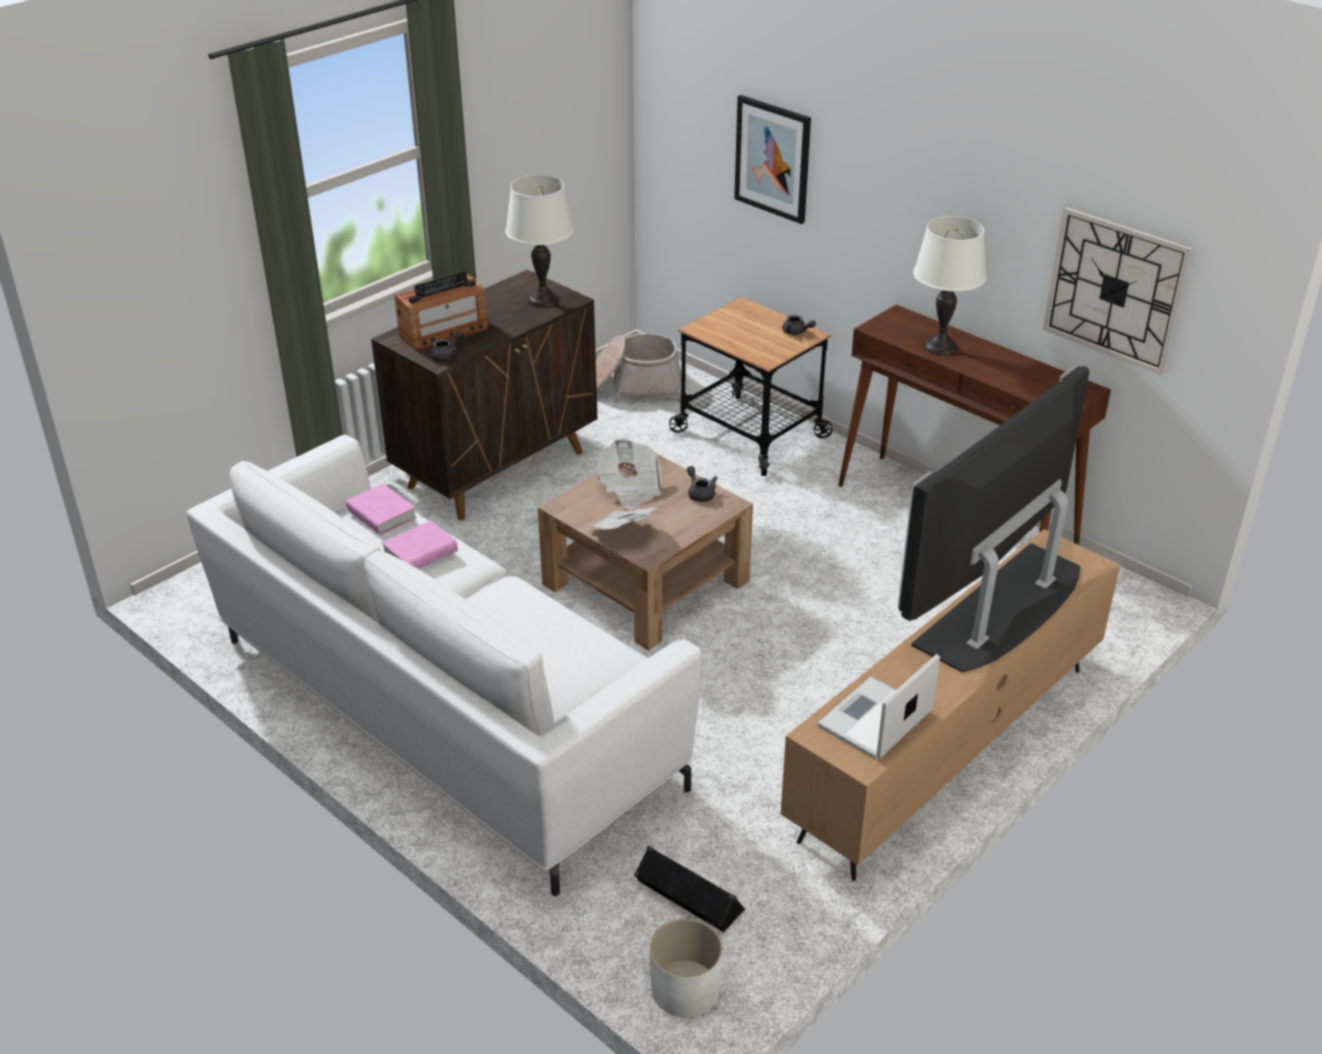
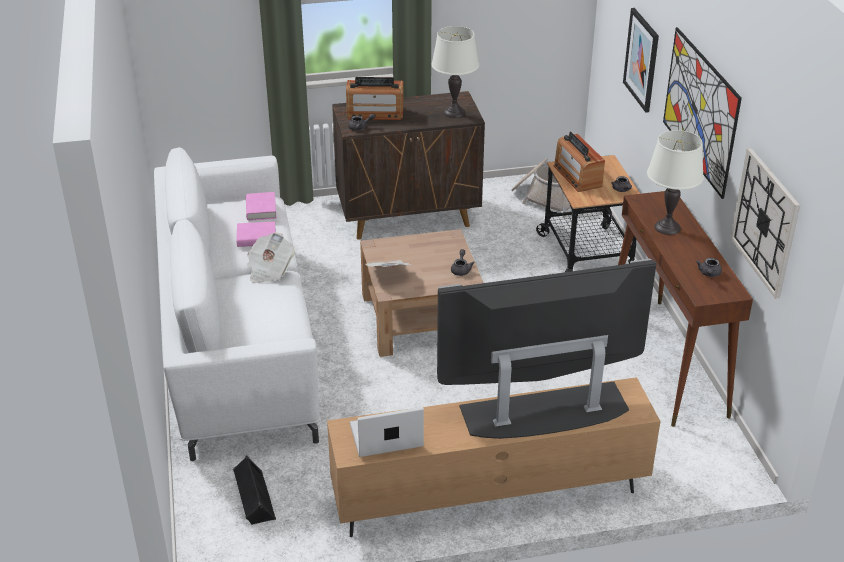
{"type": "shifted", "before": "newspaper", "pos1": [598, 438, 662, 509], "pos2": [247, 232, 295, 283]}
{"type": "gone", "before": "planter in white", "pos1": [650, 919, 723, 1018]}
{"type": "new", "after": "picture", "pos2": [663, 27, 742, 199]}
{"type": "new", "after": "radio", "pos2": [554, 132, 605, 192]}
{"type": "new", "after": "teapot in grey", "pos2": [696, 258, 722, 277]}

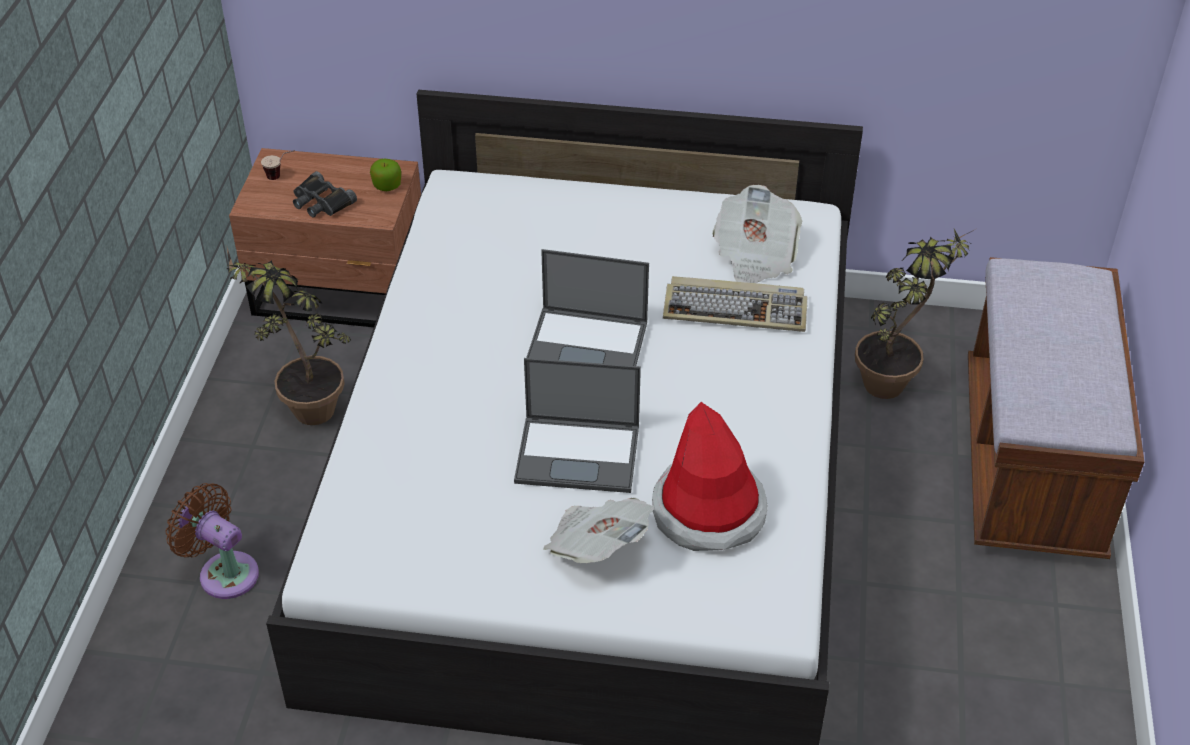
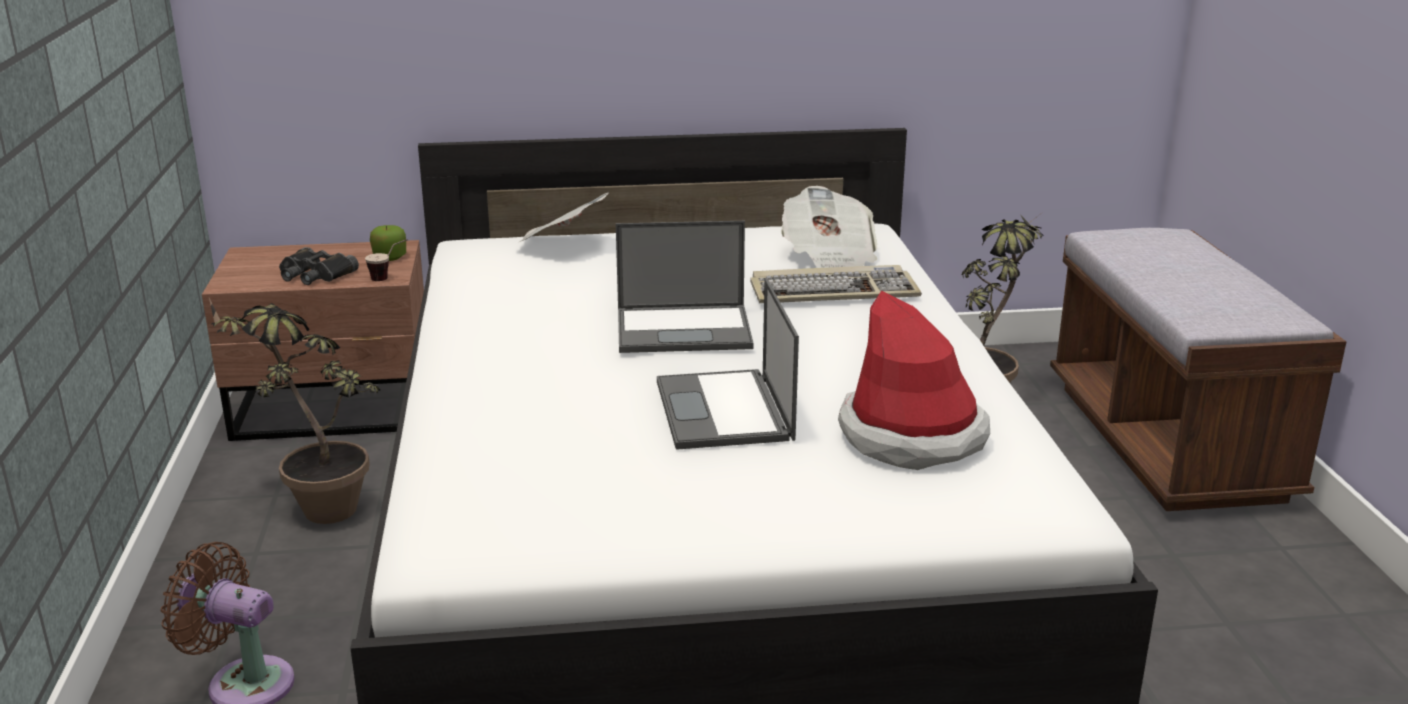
{"type": "shifted", "before": "cup", "pos1": [261, 150, 295, 180], "pos2": [365, 239, 408, 281]}
{"type": "rotated", "before": "laptop", "pos1": [514, 358, 641, 493], "pos2": [657, 278, 799, 450], "turn": 90}
{"type": "shifted", "before": "newspaper", "pos1": [543, 498, 654, 563], "pos2": [518, 192, 609, 243]}

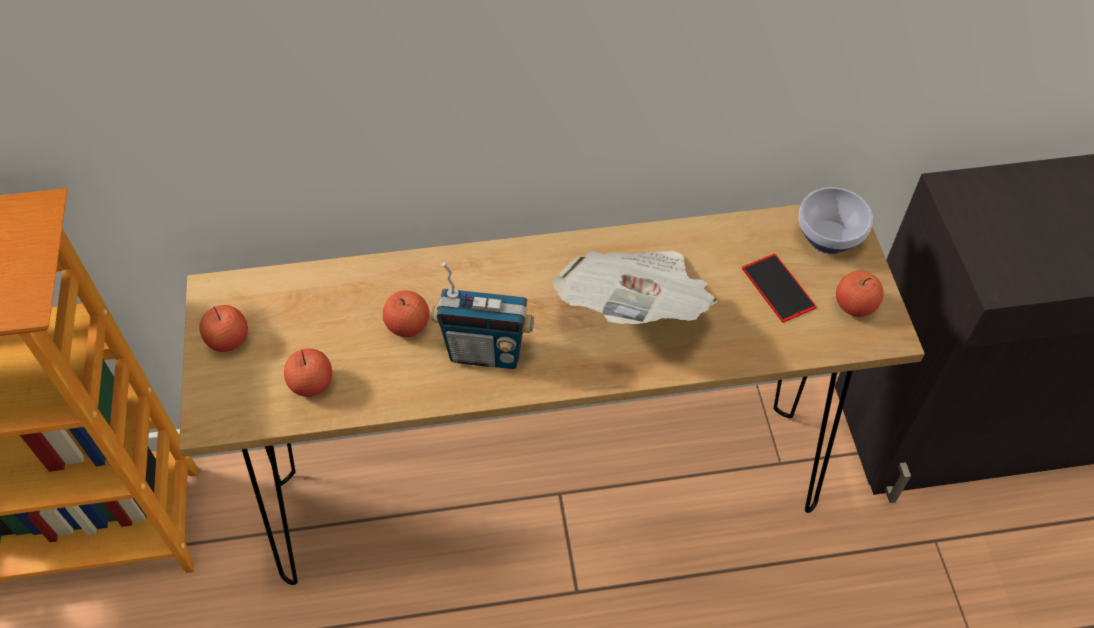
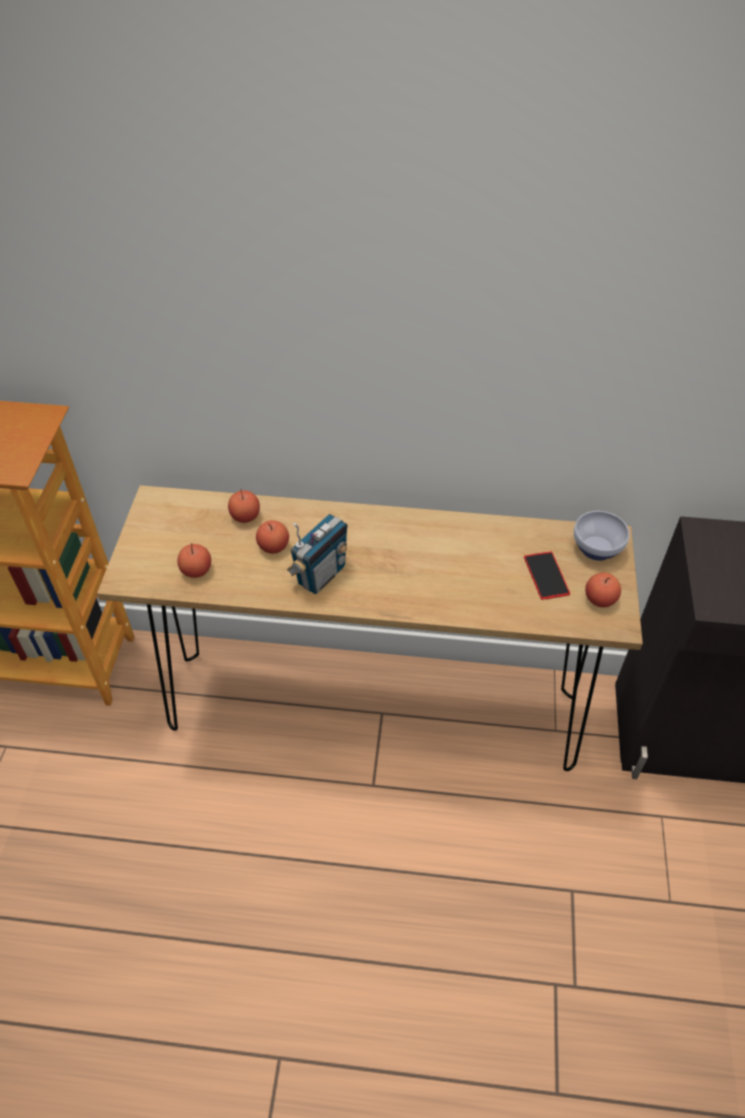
{"type": "gone", "before": "newspaper", "pos1": [553, 250, 717, 324]}
{"type": "rotated", "before": "radio", "pos1": [432, 262, 534, 369], "pos2": [286, 514, 347, 594], "turn": -75}
{"type": "shifted", "before": "apple", "pos1": [199, 305, 248, 352], "pos2": [228, 489, 260, 523]}

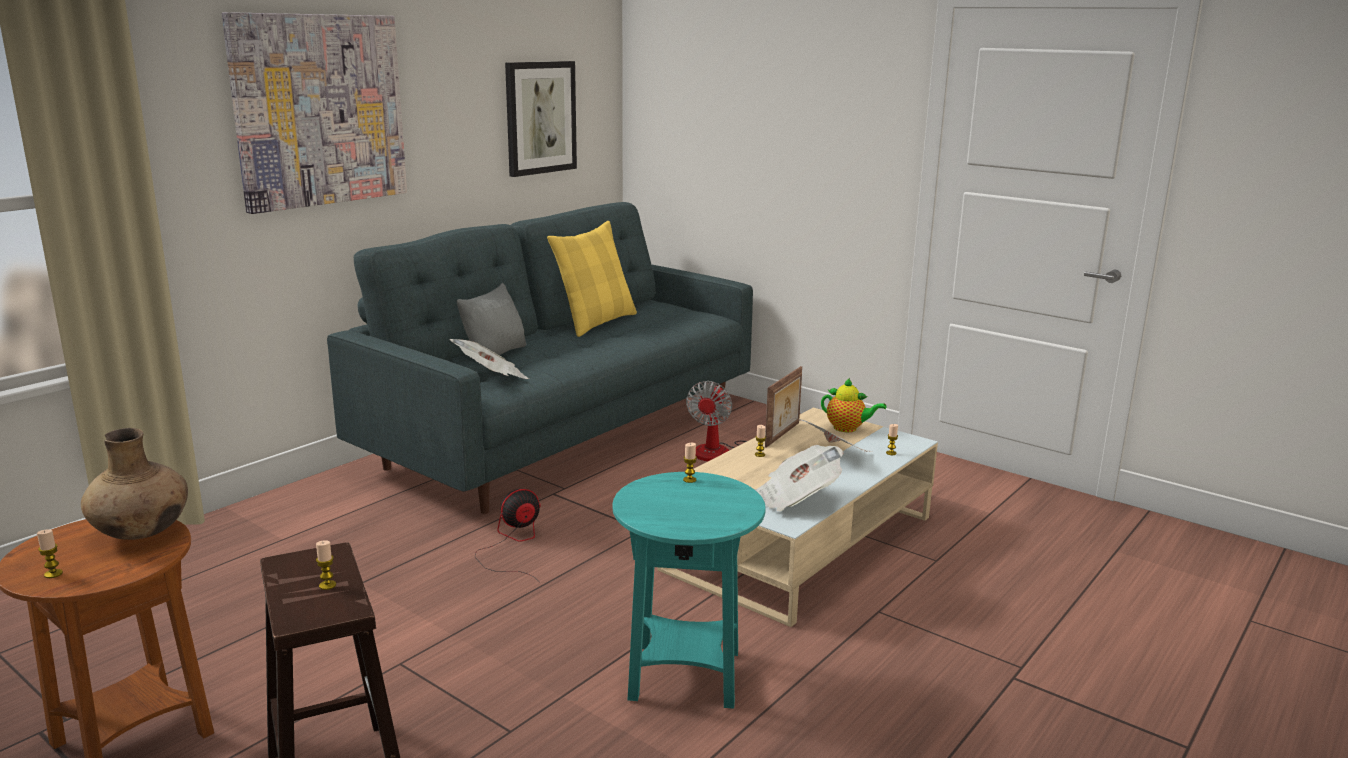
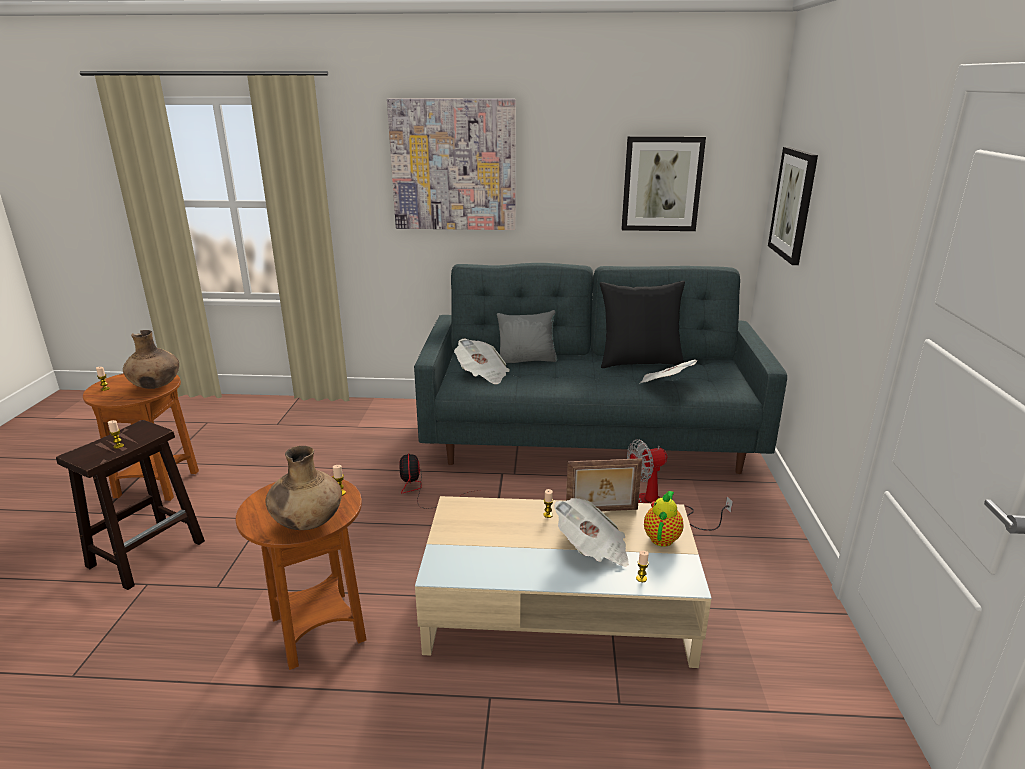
{"type": "repainted", "before": "pillow in yellow", "after": "pillow in black", "pos1": [547, 221, 637, 337], "pos2": [600, 281, 685, 368]}
{"type": "rotated", "before": "teapot", "pos1": [821, 378, 886, 432], "pos2": [644, 491, 683, 547], "turn": -150}
{"type": "shifted", "before": "newspaper", "pos1": [755, 445, 844, 512], "pos2": [639, 359, 697, 384]}
{"type": "repainted", "before": "side table in turquoise", "after": "side table in brown", "pos1": [612, 472, 766, 709], "pos2": [236, 476, 366, 670]}
{"type": "rotated", "before": "fan", "pos1": [475, 489, 541, 583], "pos2": [399, 453, 480, 509], "turn": -120}
{"type": "new", "after": "picture", "pos2": [768, 147, 818, 265]}
{"type": "new", "after": "vase in brown", "pos2": [265, 446, 342, 530]}

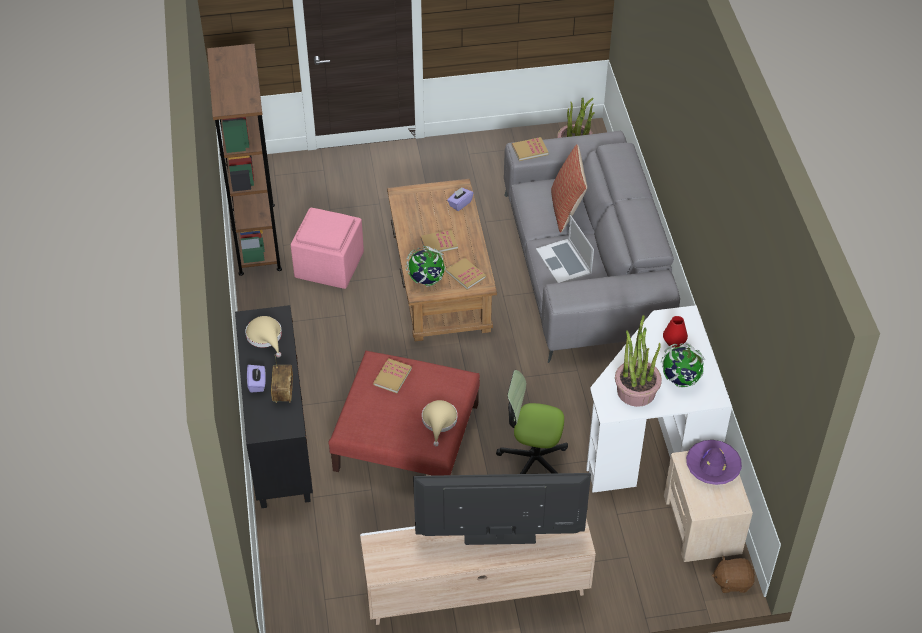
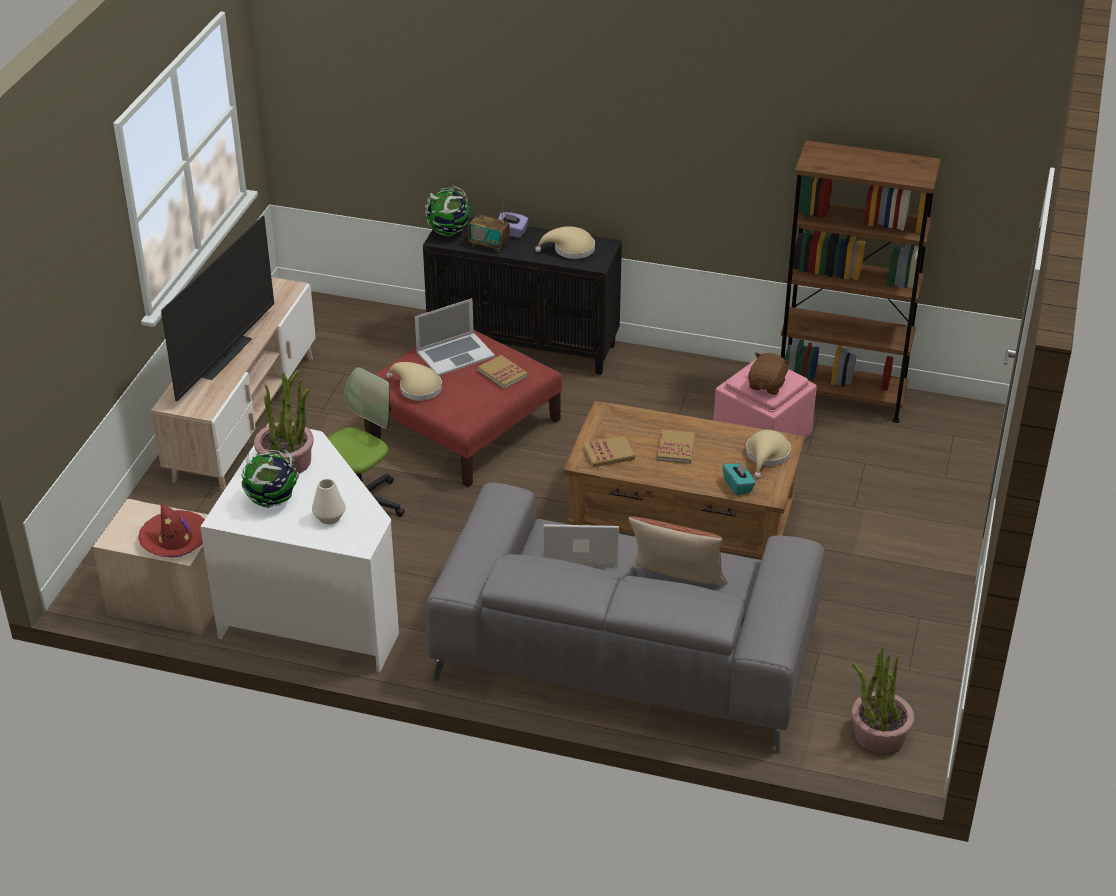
{"type": "gone", "before": "book", "pos1": [512, 137, 549, 161]}
{"type": "repainted", "before": "tissue box in purple", "after": "tissue box in turquoise", "pos1": [447, 187, 473, 211], "pos2": [723, 460, 756, 495]}
{"type": "shifted", "before": "globe", "pos1": [405, 246, 446, 287], "pos2": [425, 186, 470, 236]}
{"type": "repainted", "before": "vase in red", "after": "vase in white", "pos1": [663, 316, 688, 348], "pos2": [312, 479, 346, 524]}
{"type": "repainted", "before": "hat in purple", "after": "hat in red", "pos1": [686, 440, 742, 485], "pos2": [138, 503, 205, 558]}
{"type": "shifted", "before": "plush toy in brown", "pos1": [712, 556, 755, 593], "pos2": [748, 352, 791, 395]}
{"type": "new", "after": "laptop", "pos2": [415, 298, 495, 376]}
{"type": "new", "after": "hat in beige", "pos2": [746, 430, 791, 479]}

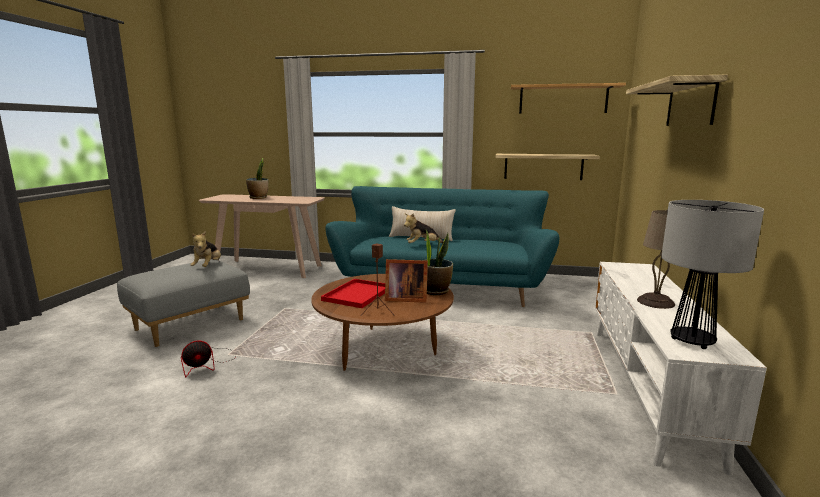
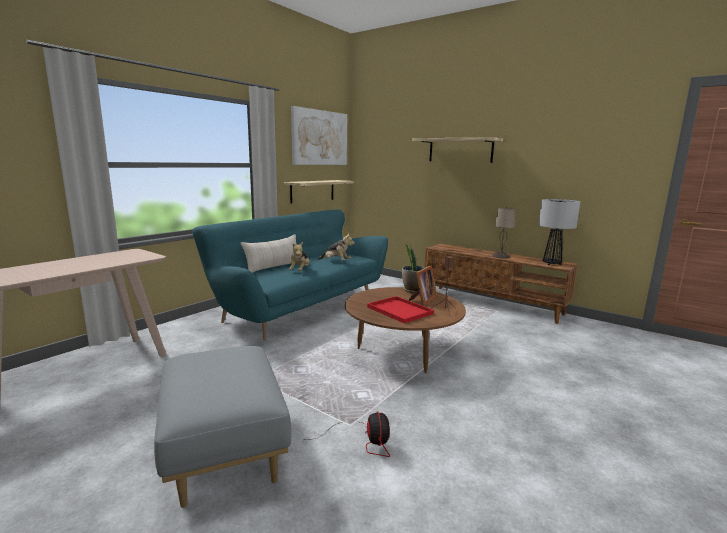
{"type": "swapped", "before": "shelf", "after": "picture", "pos1": [511, 83, 626, 114], "pos2": [291, 106, 347, 165]}
{"type": "gone", "before": "potted plant", "pos1": [246, 158, 269, 199]}
{"type": "shifted", "before": "plush toy", "pos1": [190, 231, 221, 267], "pos2": [318, 233, 355, 260]}
{"type": "repainted", "before": "tv stand in white", "after": "tv stand in brown", "pos1": [595, 262, 767, 476], "pos2": [425, 244, 578, 324]}

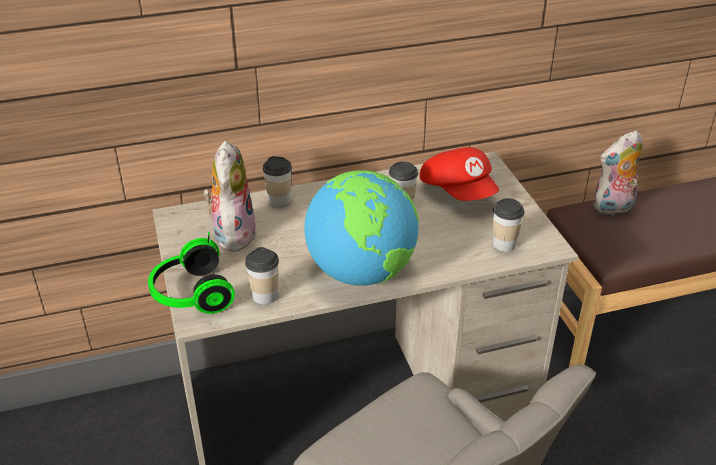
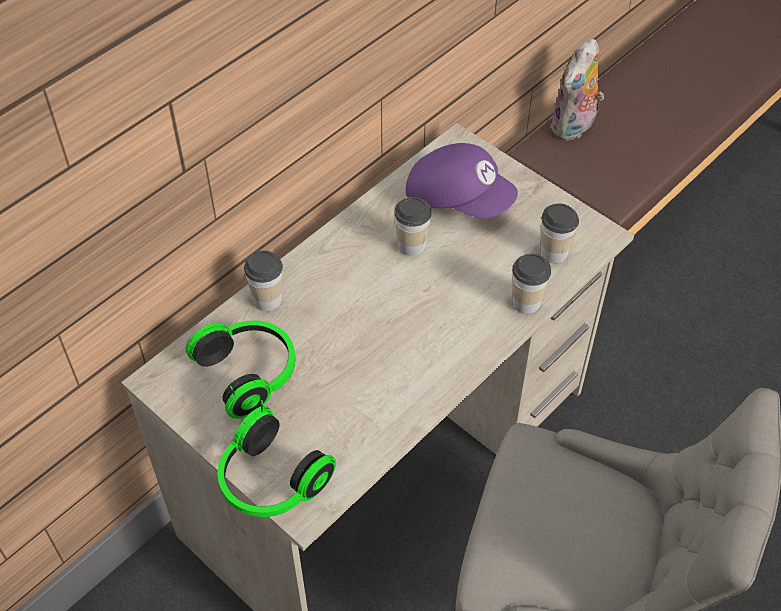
{"type": "swapped", "before": "plush toy", "after": "headphones", "pos1": [203, 141, 256, 252], "pos2": [186, 321, 295, 419]}
{"type": "repainted", "before": "cap in red", "after": "cap in purple", "pos1": [419, 147, 499, 201], "pos2": [406, 143, 518, 219]}
{"type": "gone", "before": "globe", "pos1": [304, 170, 419, 286]}
{"type": "shifted", "before": "cup", "pos1": [245, 247, 279, 305], "pos2": [512, 254, 551, 314]}

